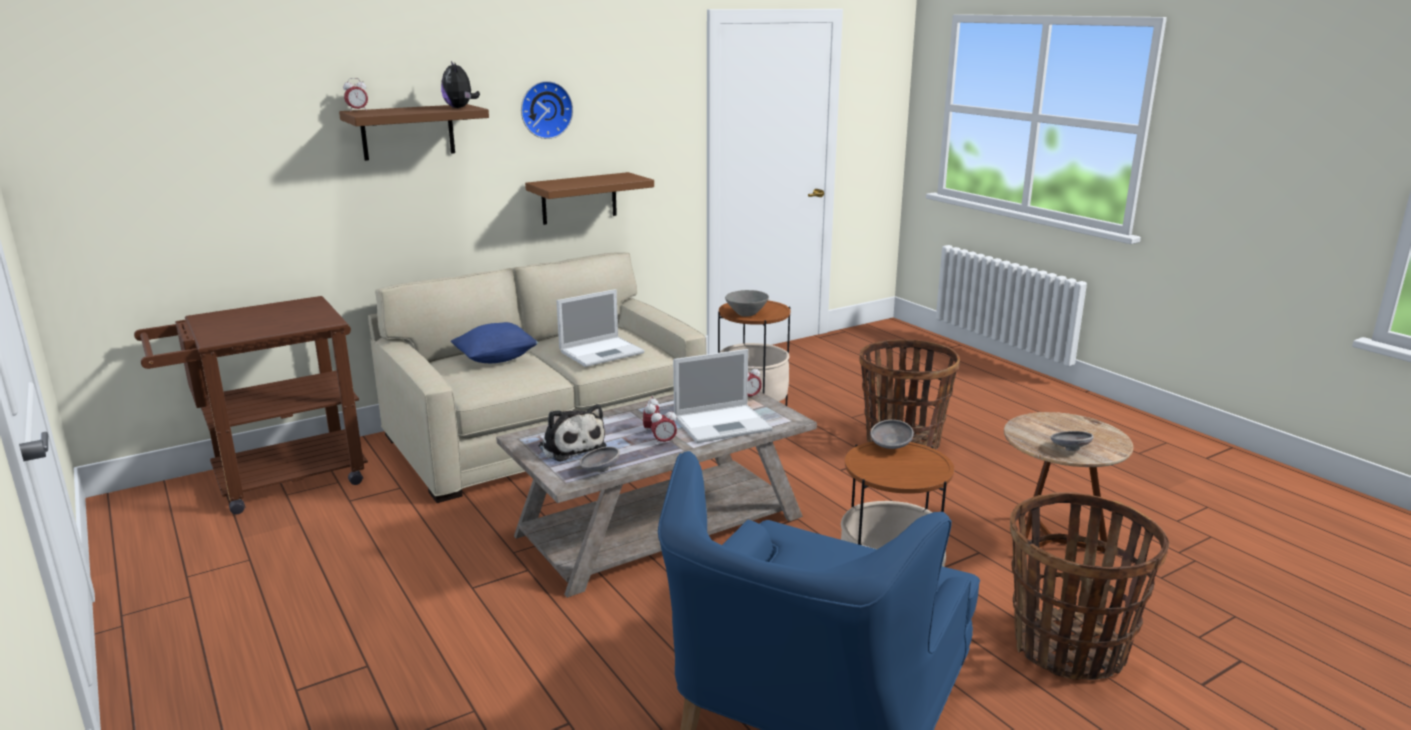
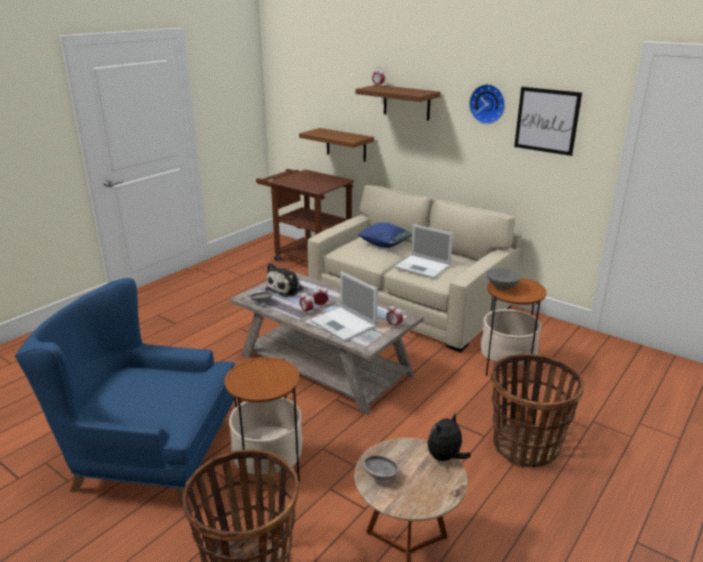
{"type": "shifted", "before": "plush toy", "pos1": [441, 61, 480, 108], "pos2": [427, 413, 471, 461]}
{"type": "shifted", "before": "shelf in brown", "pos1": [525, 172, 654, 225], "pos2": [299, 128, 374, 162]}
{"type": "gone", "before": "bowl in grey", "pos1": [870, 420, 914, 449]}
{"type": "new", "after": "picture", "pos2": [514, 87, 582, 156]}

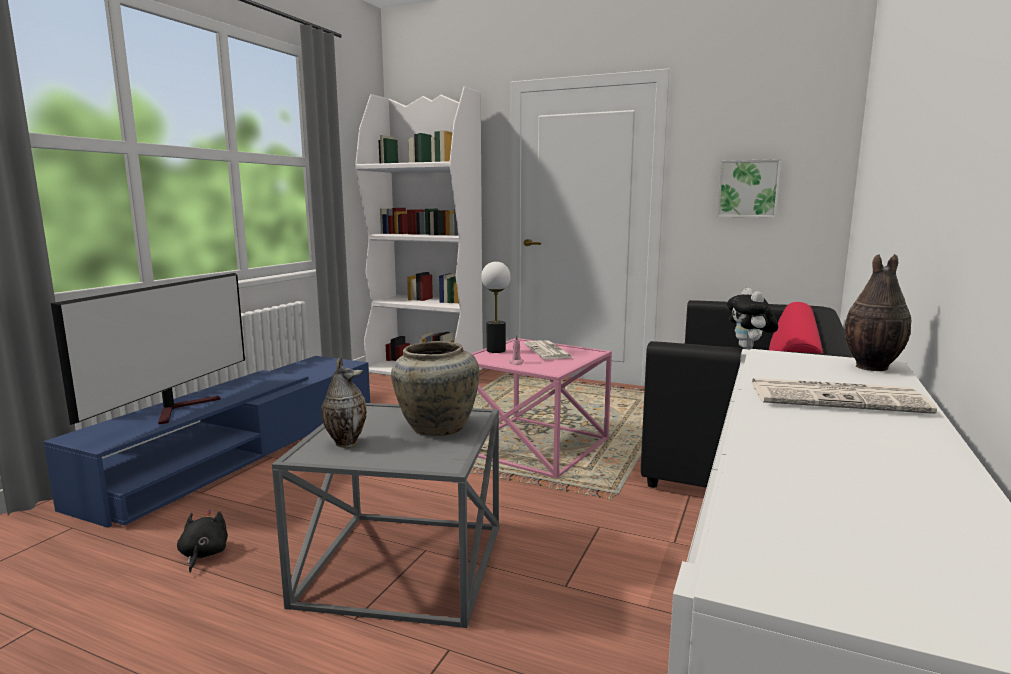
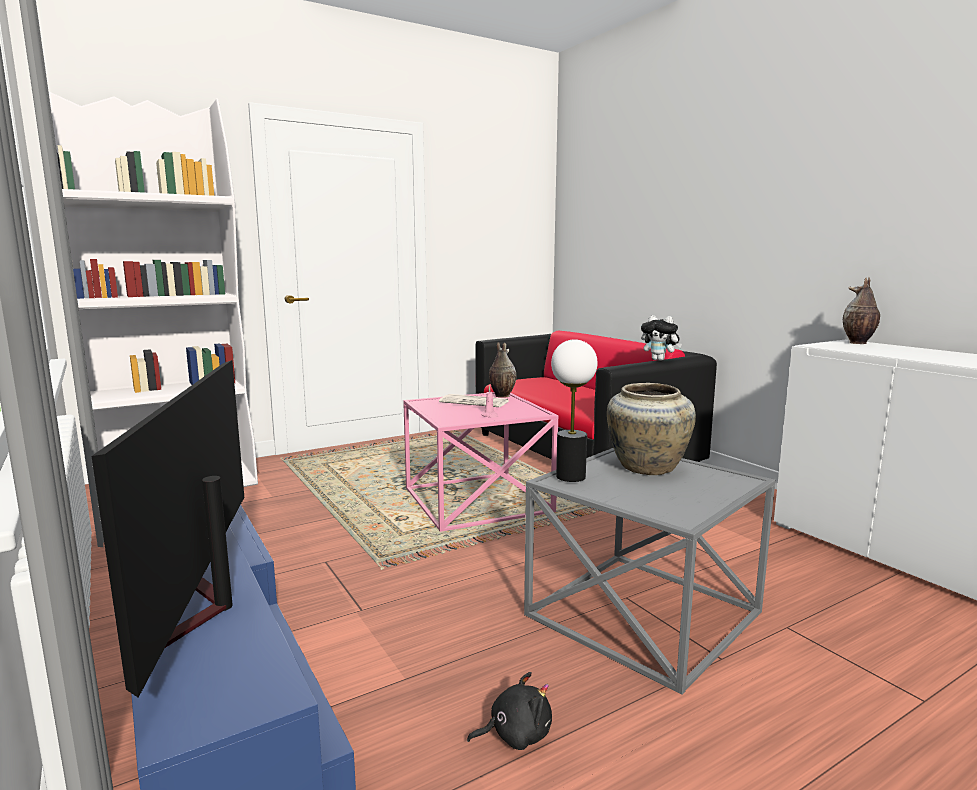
{"type": "gone", "before": "picture", "pos1": [717, 159, 781, 218]}
{"type": "shifted", "before": "table lamp", "pos1": [481, 261, 511, 353], "pos2": [551, 339, 598, 482]}
{"type": "rotated", "before": "television", "pos1": [51, 273, 245, 425], "pos2": [92, 360, 244, 698], "turn": -150}
{"type": "shifted", "before": "vase", "pos1": [321, 356, 367, 448], "pos2": [489, 342, 516, 398]}
{"type": "gone", "before": "newspaper", "pos1": [752, 378, 937, 414]}
{"type": "rotated", "before": "plush toy in black", "pos1": [177, 510, 228, 573], "pos2": [467, 672, 552, 750], "turn": 135}

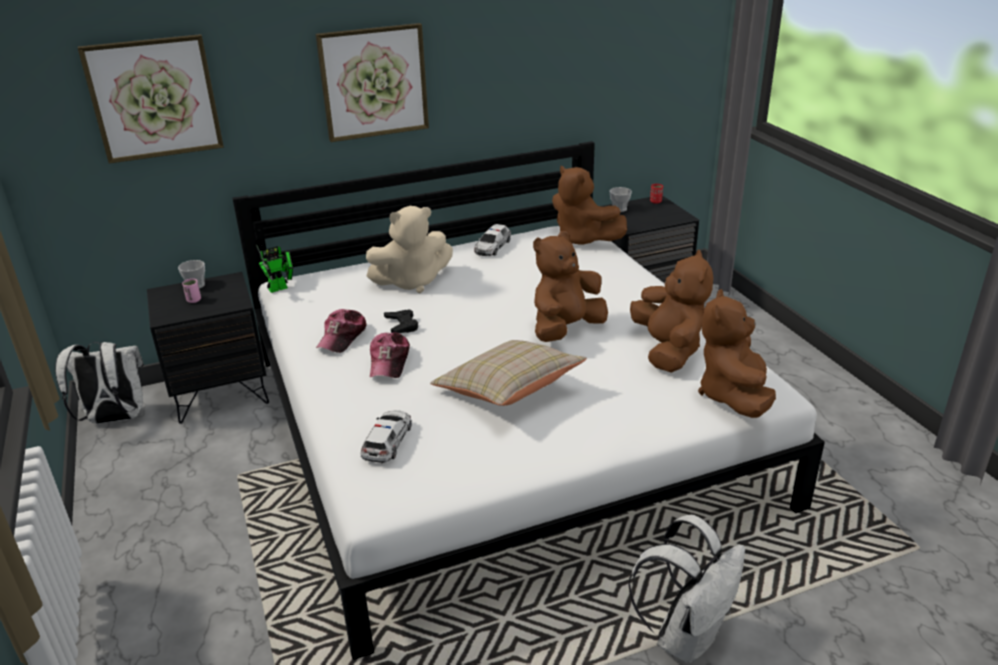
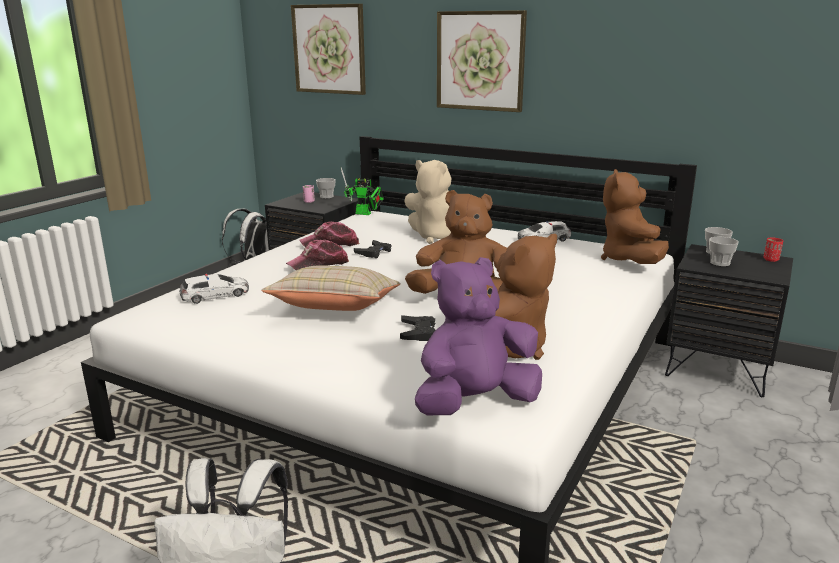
{"type": "repainted", "before": "plush toy in brown", "after": "plush toy in purple", "pos1": [698, 289, 776, 418], "pos2": [415, 257, 542, 415]}
{"type": "new", "after": "cup", "pos2": [709, 237, 739, 266]}
{"type": "new", "after": "game controller in black", "pos2": [400, 315, 435, 341]}

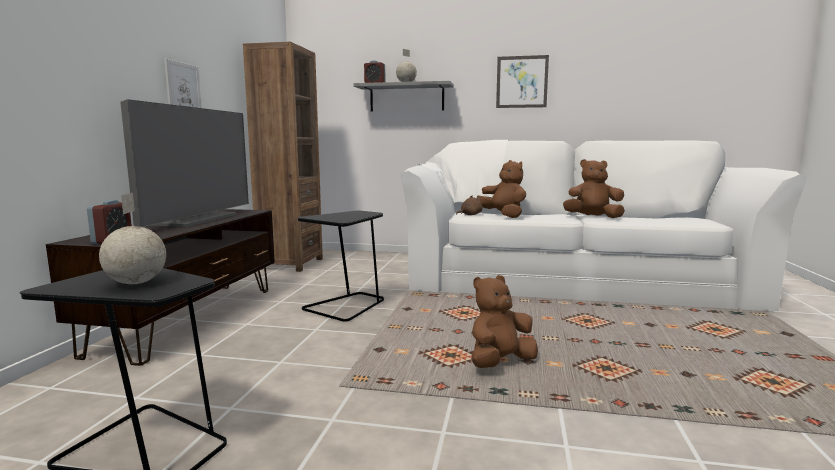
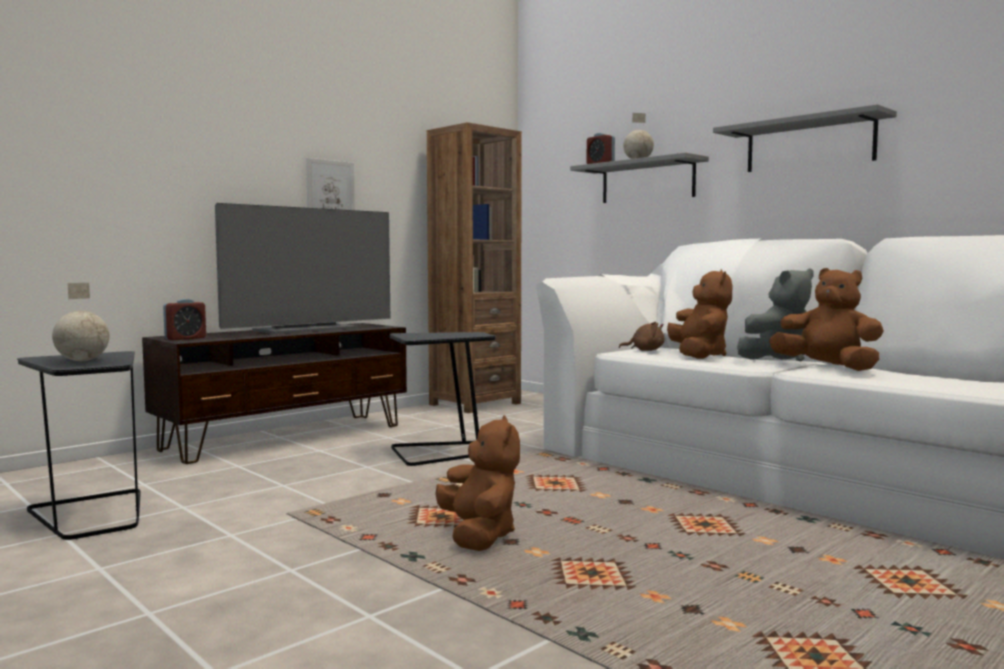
{"type": "swapped", "before": "picture", "after": "shelf in grey", "pos1": [496, 55, 549, 108], "pos2": [713, 104, 897, 172]}
{"type": "rotated", "before": "plush toy in brown", "pos1": [471, 275, 538, 368], "pos2": [435, 415, 520, 551], "turn": 75}
{"type": "new", "after": "plush toy in grey", "pos2": [737, 269, 814, 361]}

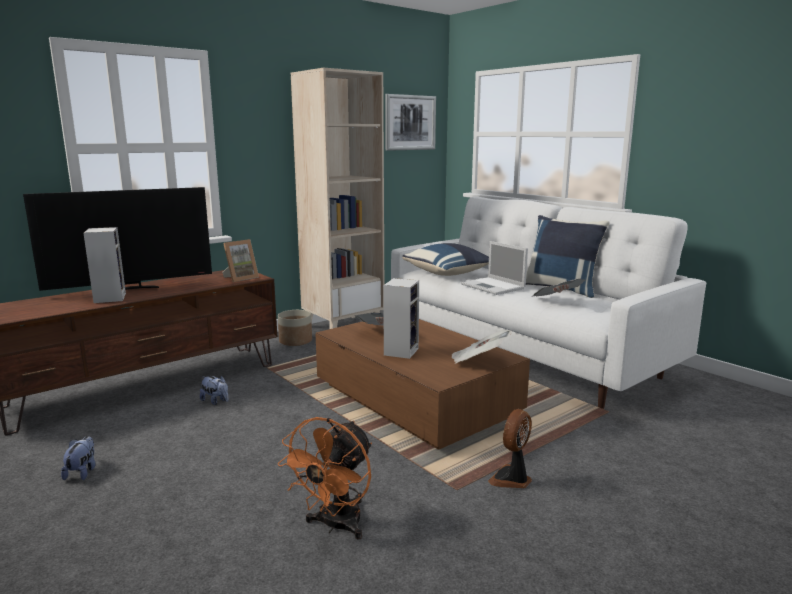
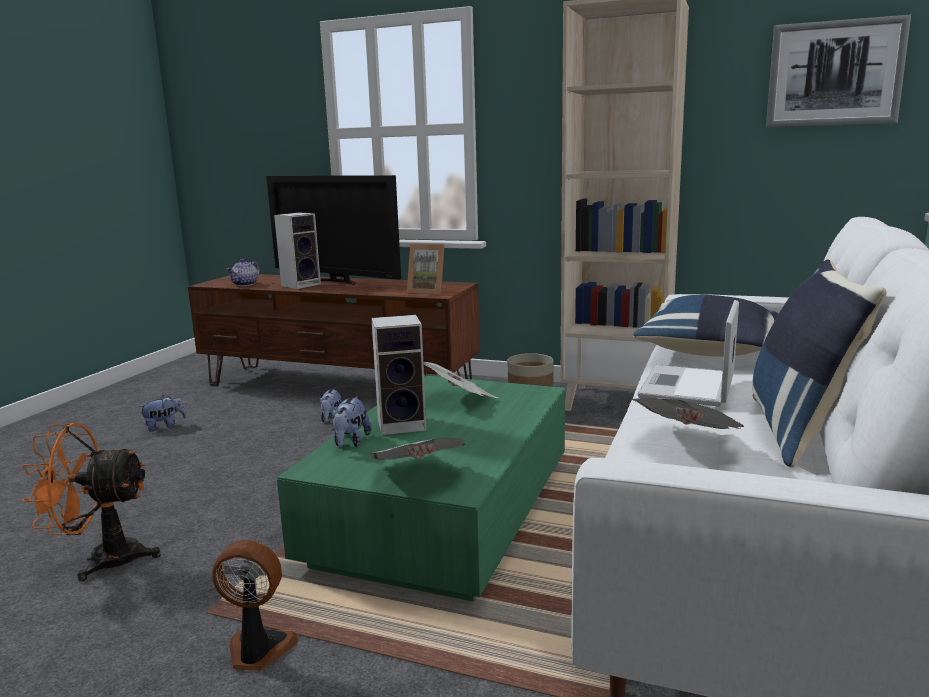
{"type": "repainted", "before": "coffee table in brown", "after": "coffee table in green", "pos1": [315, 319, 530, 450], "pos2": [277, 375, 565, 602]}
{"type": "new", "after": "teapot", "pos2": [227, 259, 260, 286]}
{"type": "new", "after": "plush toy", "pos2": [332, 396, 371, 447]}

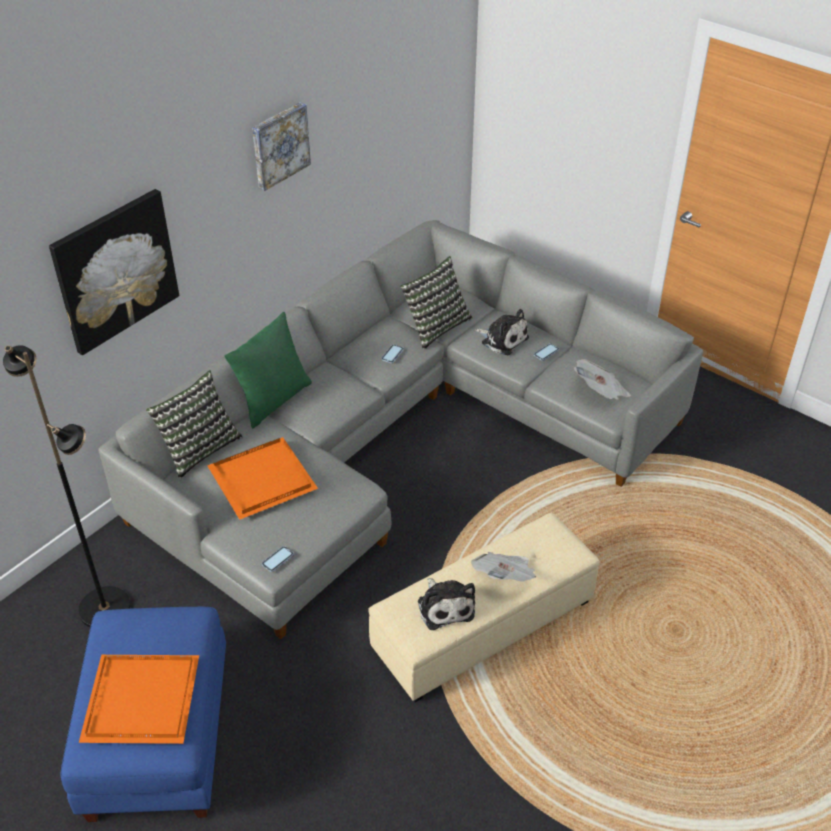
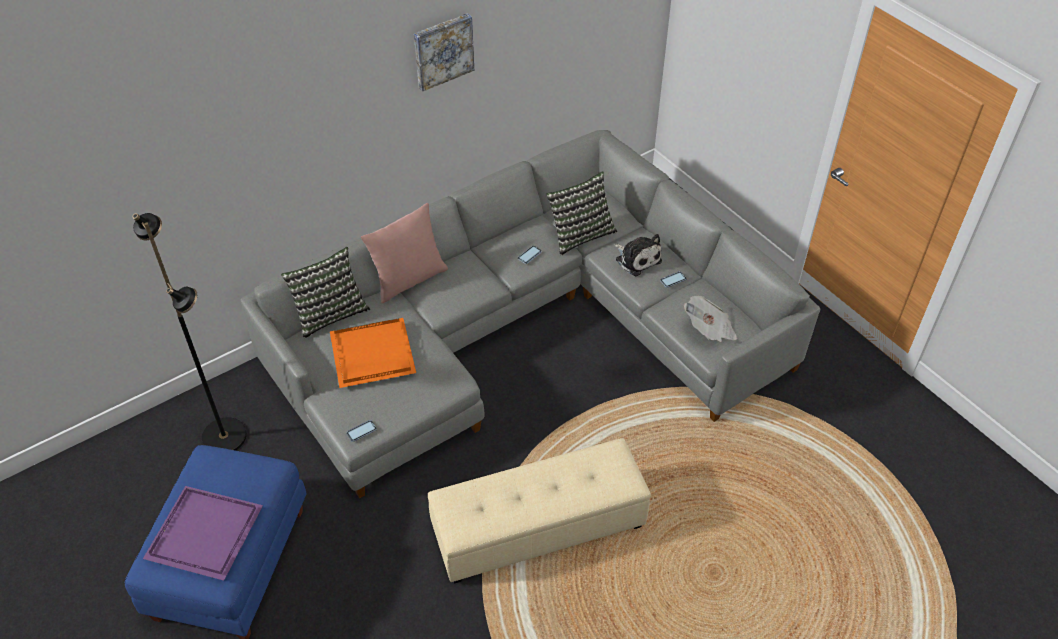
{"type": "gone", "before": "picture", "pos1": [49, 189, 179, 355]}
{"type": "repainted", "before": "pillow in green", "after": "pillow in pink", "pos1": [225, 312, 312, 429], "pos2": [361, 203, 448, 303]}
{"type": "gone", "before": "newspaper", "pos1": [471, 552, 536, 582]}
{"type": "gone", "before": "plush toy", "pos1": [418, 578, 475, 630]}
{"type": "repainted", "before": "tray in orange", "after": "tray in purple", "pos1": [79, 655, 199, 744], "pos2": [143, 486, 263, 581]}

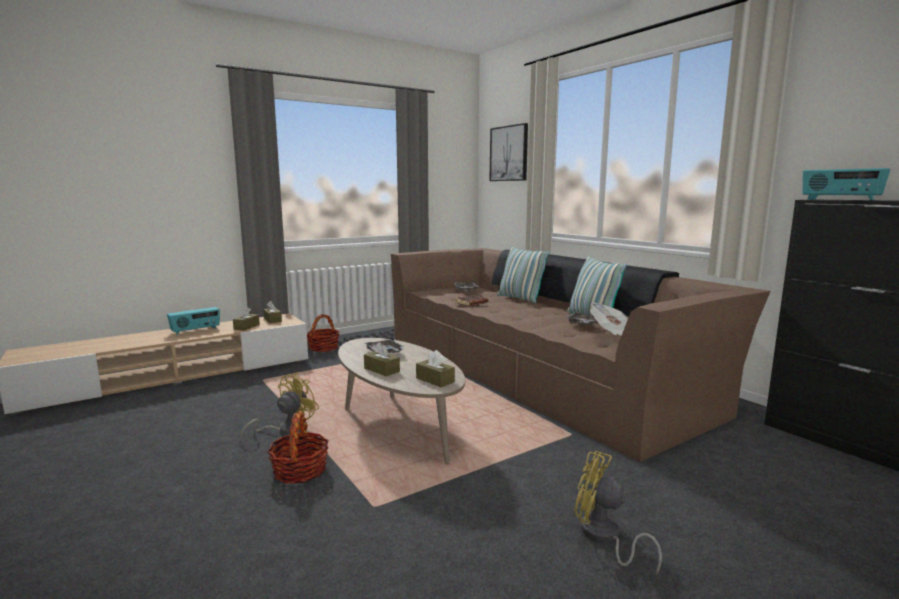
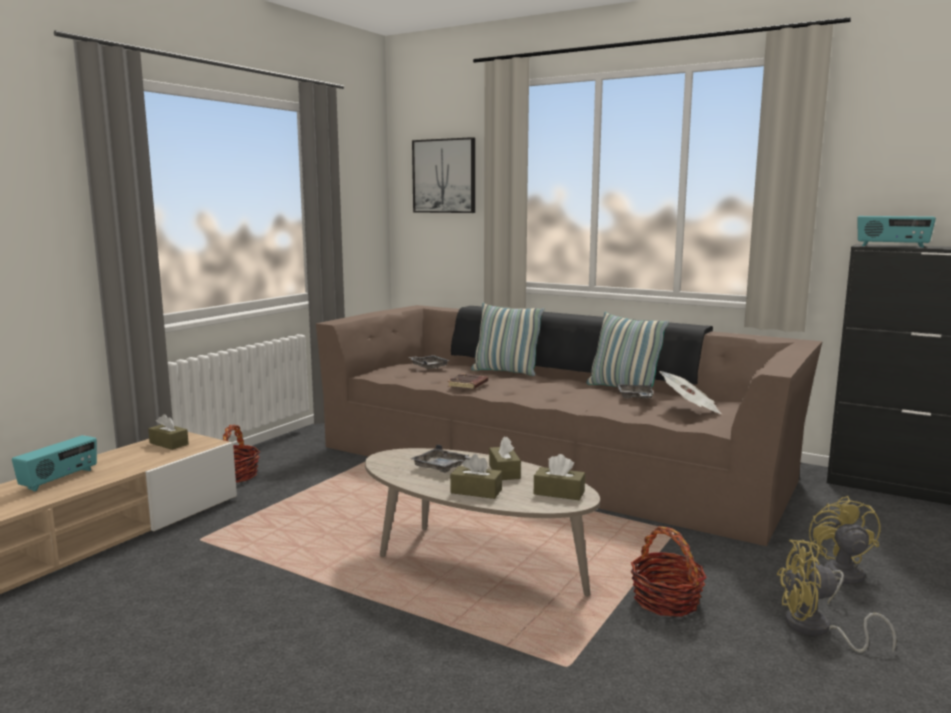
{"type": "shifted", "before": "tissue box in brown", "pos1": [233, 307, 260, 331], "pos2": [489, 436, 521, 480]}
{"type": "shifted", "before": "fan in yellow", "pos1": [240, 372, 319, 440], "pos2": [809, 496, 880, 604]}
{"type": "shifted", "before": "basket", "pos1": [267, 411, 329, 484], "pos2": [631, 526, 707, 617]}

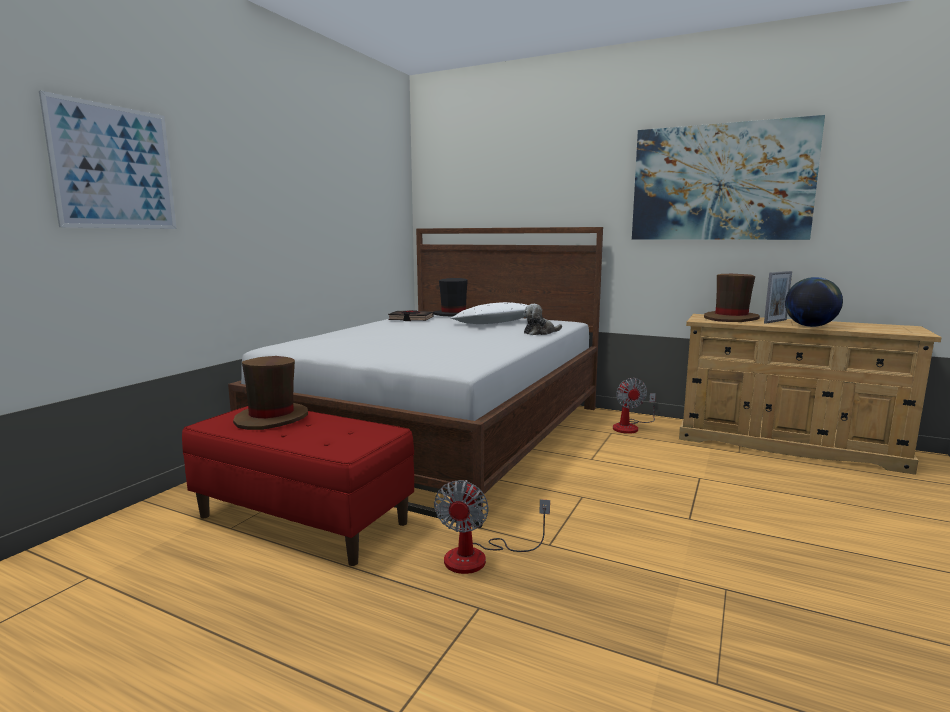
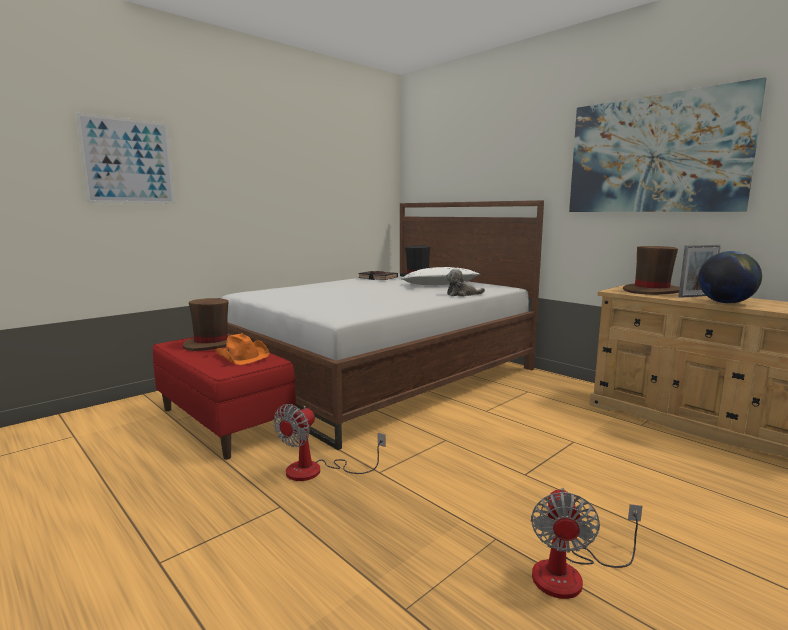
{"type": "shifted", "before": "fan", "pos1": [613, 378, 656, 434], "pos2": [531, 488, 642, 599]}
{"type": "new", "after": "hat in orange", "pos2": [215, 333, 270, 365]}

